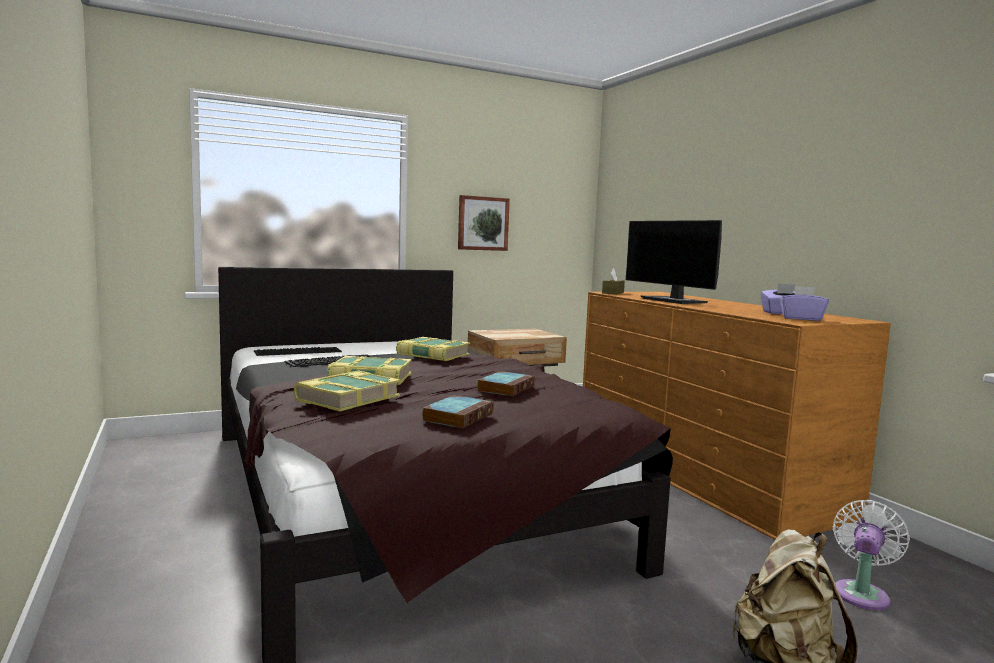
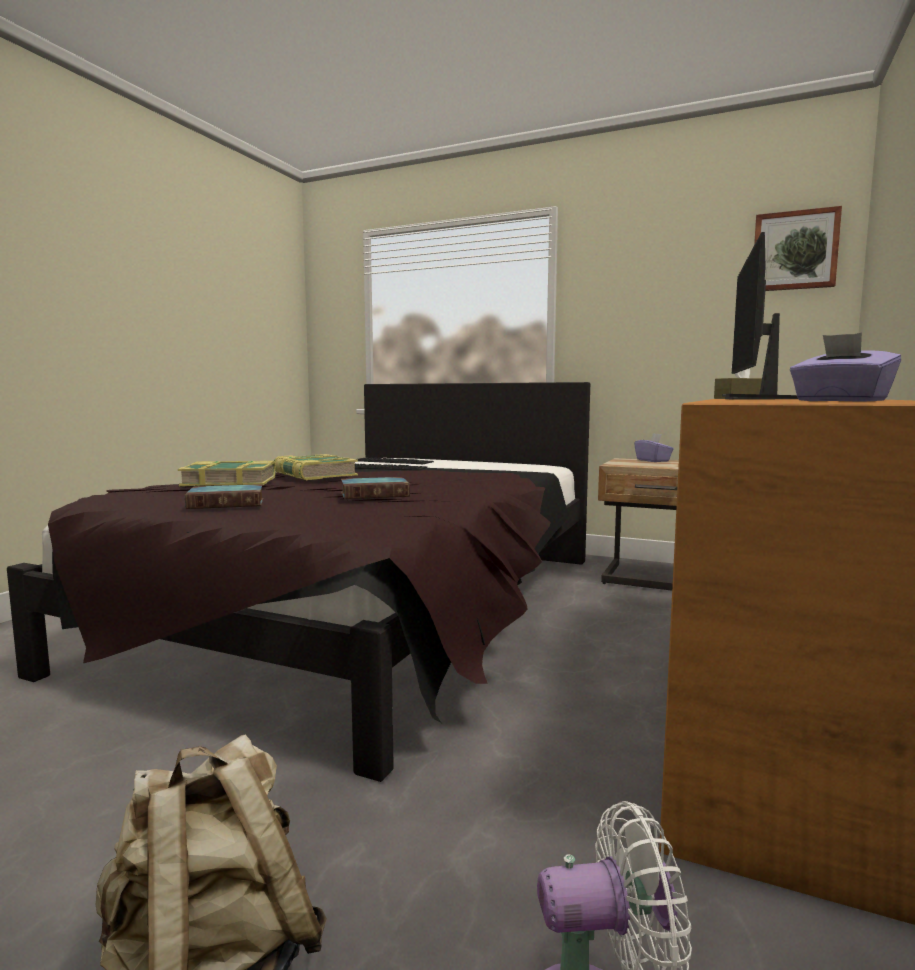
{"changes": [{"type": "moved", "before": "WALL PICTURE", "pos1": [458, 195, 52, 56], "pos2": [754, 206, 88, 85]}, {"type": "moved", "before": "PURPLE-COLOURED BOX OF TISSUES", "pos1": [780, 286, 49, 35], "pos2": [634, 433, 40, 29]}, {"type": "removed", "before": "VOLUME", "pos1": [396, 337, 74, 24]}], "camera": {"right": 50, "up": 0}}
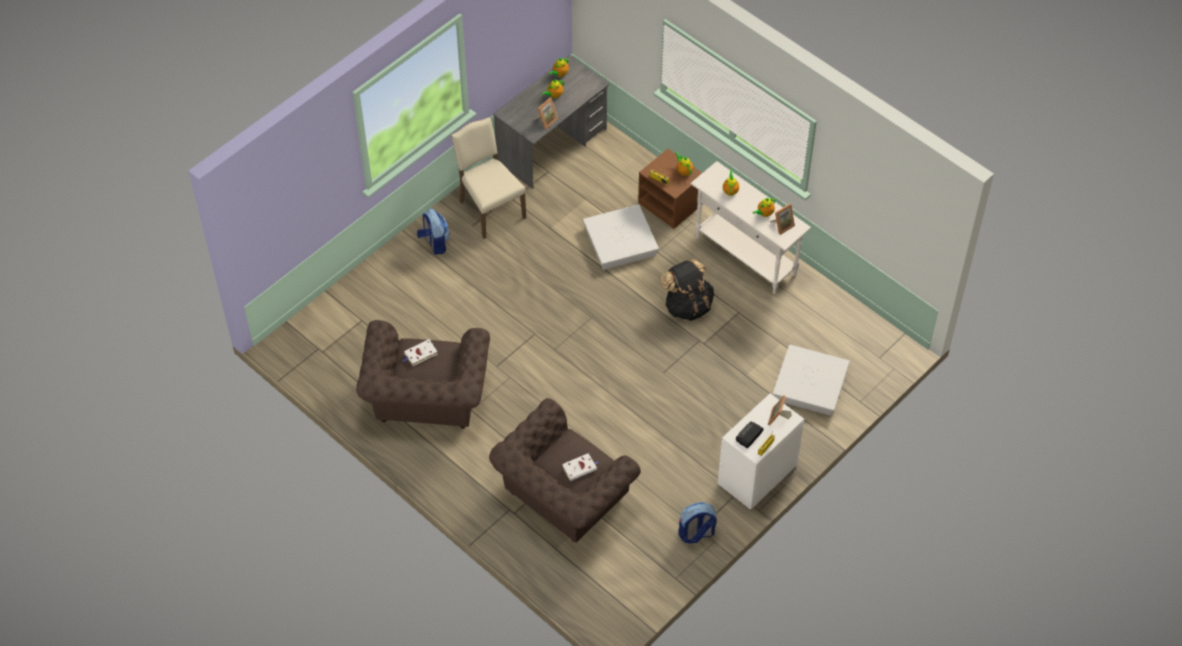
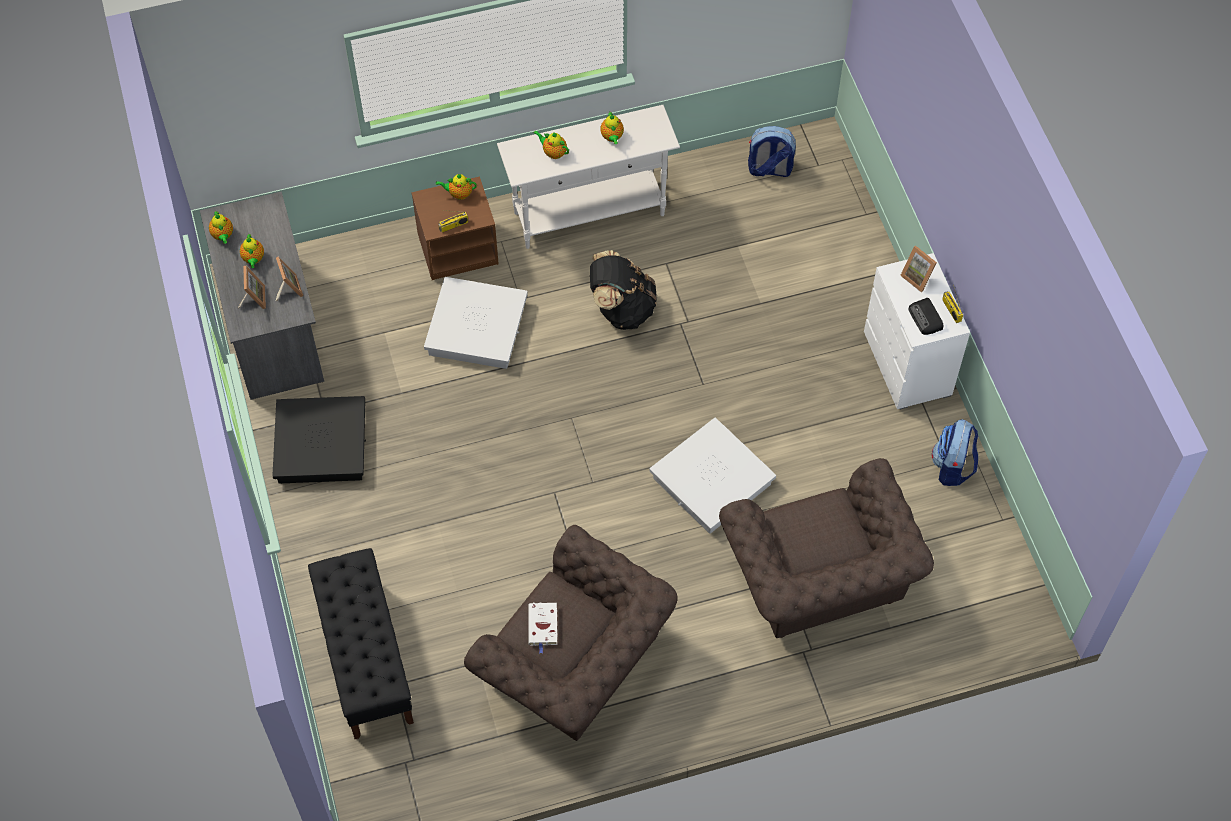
{"changes": [{"type": "replaced", "before": "BEIGE-COLOURED UPRIGHT CHAIR", "after": "BLACKISH STORAGE BOX", "pos1": [451, 117, 75, 122], "pos2": [273, 396, 93, 87]}, {"type": "moved", "before": "PICTURE FRAME", "pos1": [770, 204, 25, 31], "pos2": [238, 266, 28, 43]}, {"type": "moved", "before": "BACKPACK", "pos1": [417, 209, 33, 46], "pos2": [748, 126, 48, 51]}, {"type": "moved", "before": "WHITE-COLOURED STORAGE BOX", "pos1": [773, 344, 77, 72], "pos2": [649, 418, 127, 116]}, {"type": "removed", "before": "WHITE-COLOURED VOLUME", "pos1": [562, 453, 37, 28]}, {"type": "added", "after": "BLACKISH BENCH", "pos2": [308, 548, 106, 191]}], "camera": {"right": -60, "up": 5}}
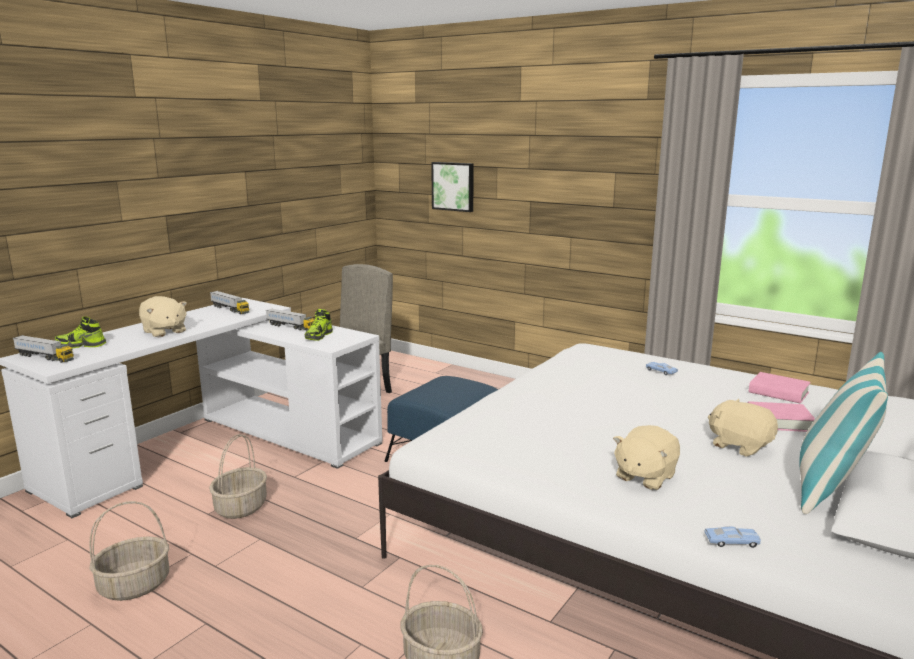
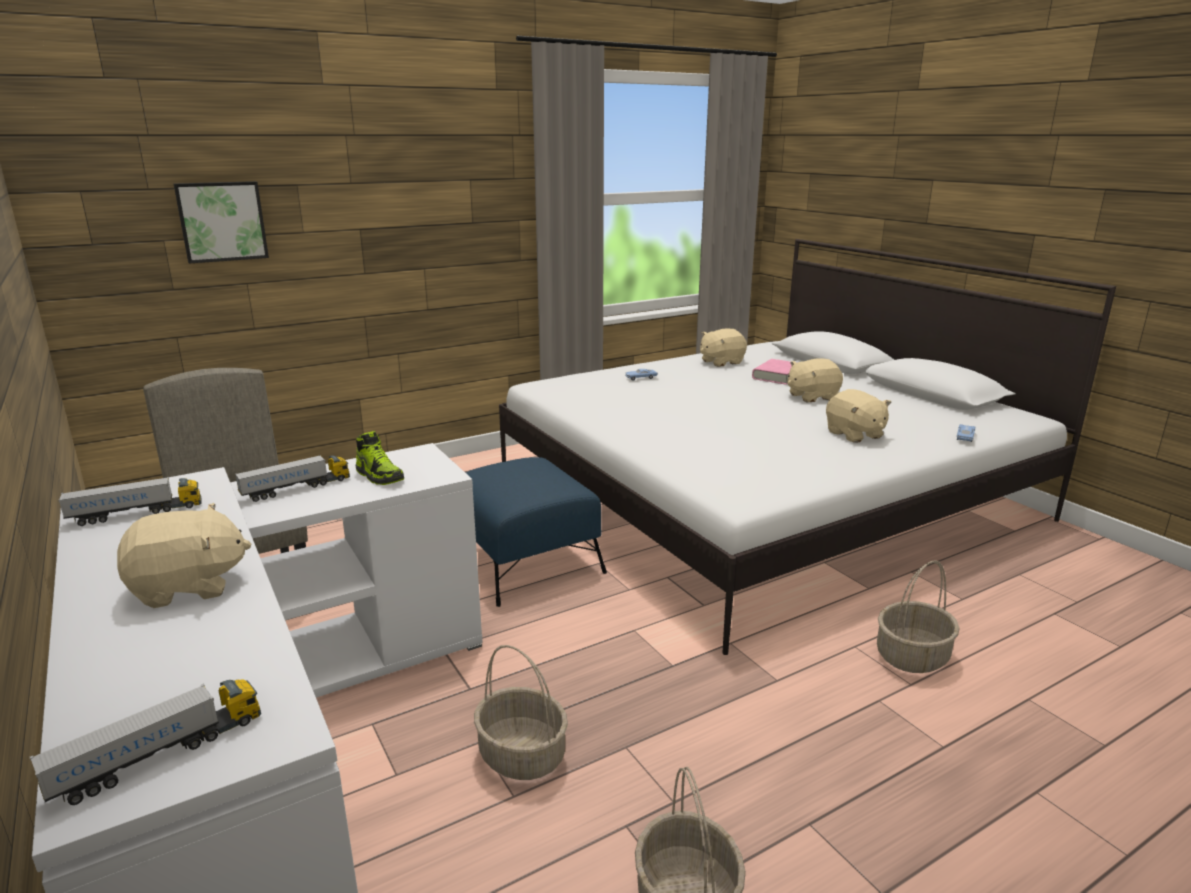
{"changes": [{"type": "removed", "before": "ITEM OF FOOTWEAR", "pos1": [55, 317, 51, 31]}, {"type": "removed", "before": "CUSHION", "pos1": [799, 352, 89, 162]}, {"type": "replaced", "before": "PINK-COLOURED VOLUME", "after": "BEIGE-COLOURED SOFT TOY", "pos1": [749, 372, 62, 31], "pos2": [700, 329, 47, 38]}], "camera": {"right": -65, "up": 5}}
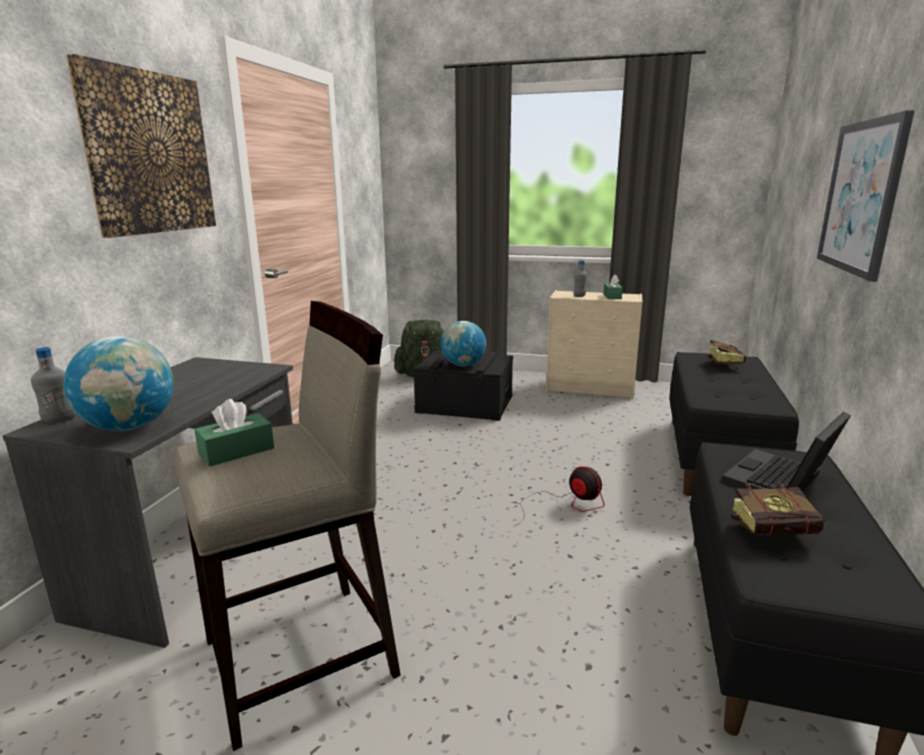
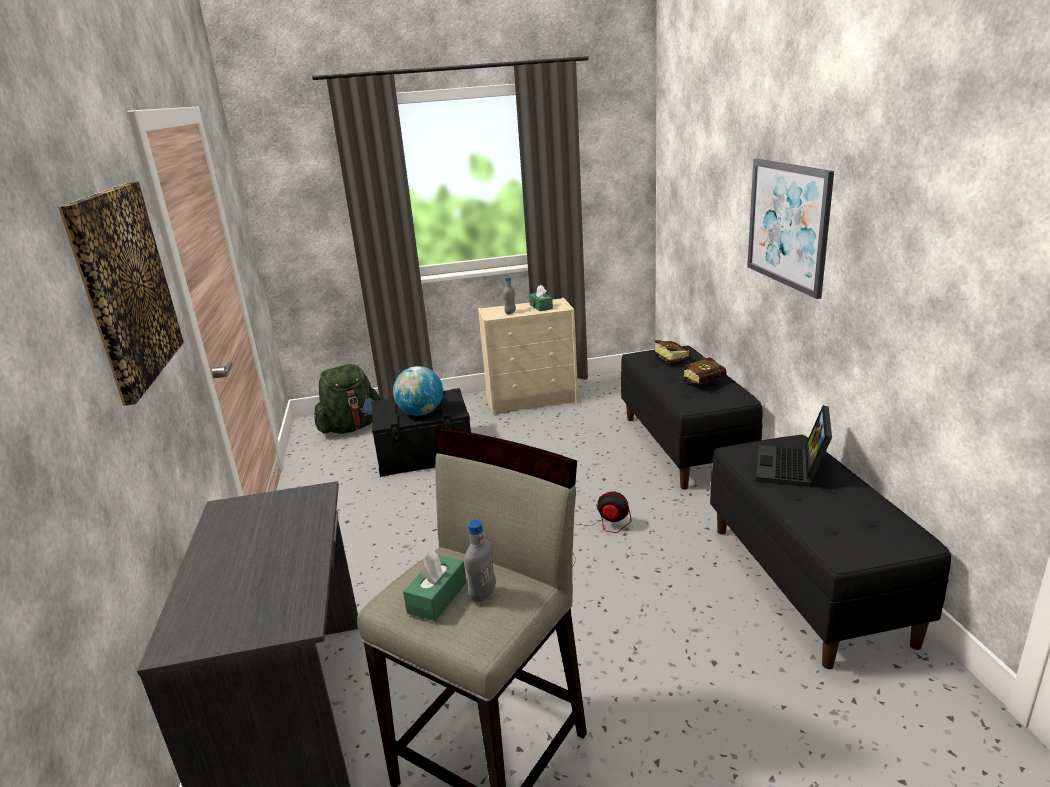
{"changes": [{"type": "removed", "before": "DESK GLOBE", "pos1": [64, 336, 110, 95]}, {"type": "moved", "before": "GRAY BEVERAGE BOTTLE", "pos1": [31, 347, 45, 76], "pos2": [464, 520, 32, 82]}, {"type": "moved", "before": "VOLUME", "pos1": [731, 483, 93, 52], "pos2": [684, 357, 43, 27]}], "camera": {"right": -25, "up": 5}}
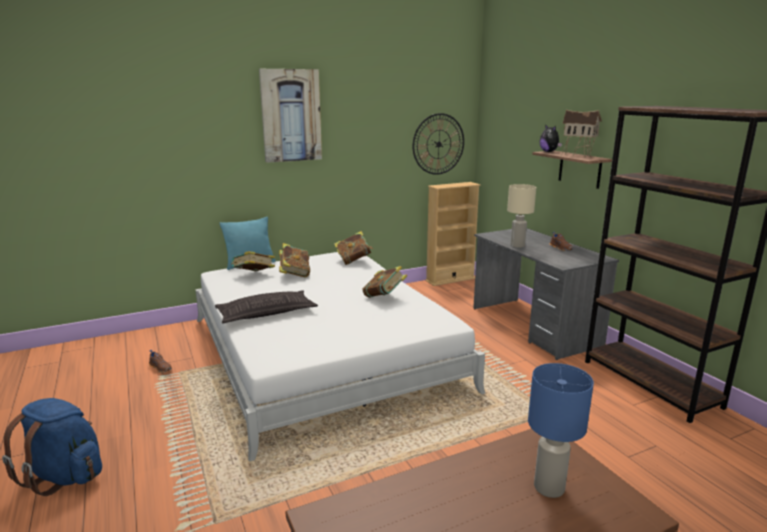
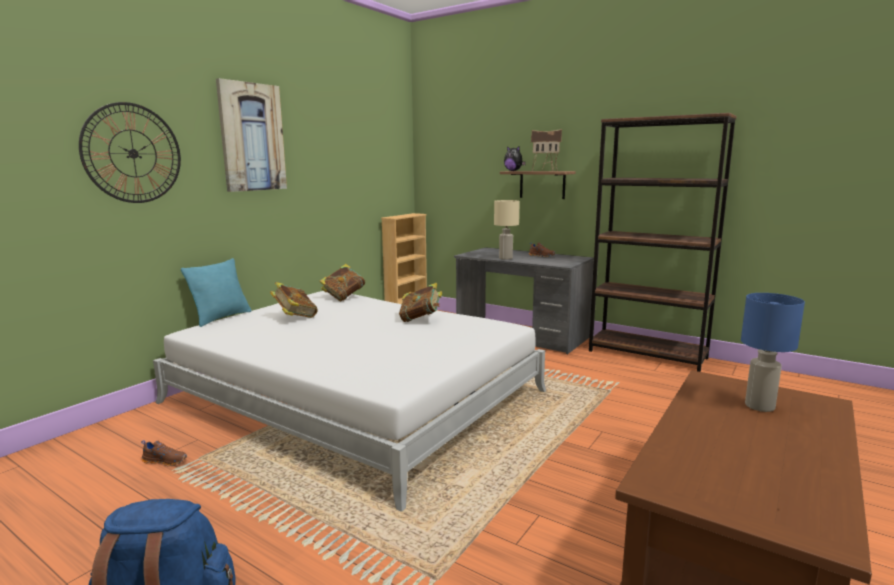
{"changes": [{"type": "moved", "before": "WALL CLOCK", "pos1": [413, 113, 51, 62], "pos2": [79, 102, 102, 101]}, {"type": "removed", "before": "VOLUME", "pos1": [232, 251, 43, 20]}, {"type": "removed", "before": "CUSHION", "pos1": [215, 290, 103, 33]}], "camera": {"right": -30, "up": -5}}
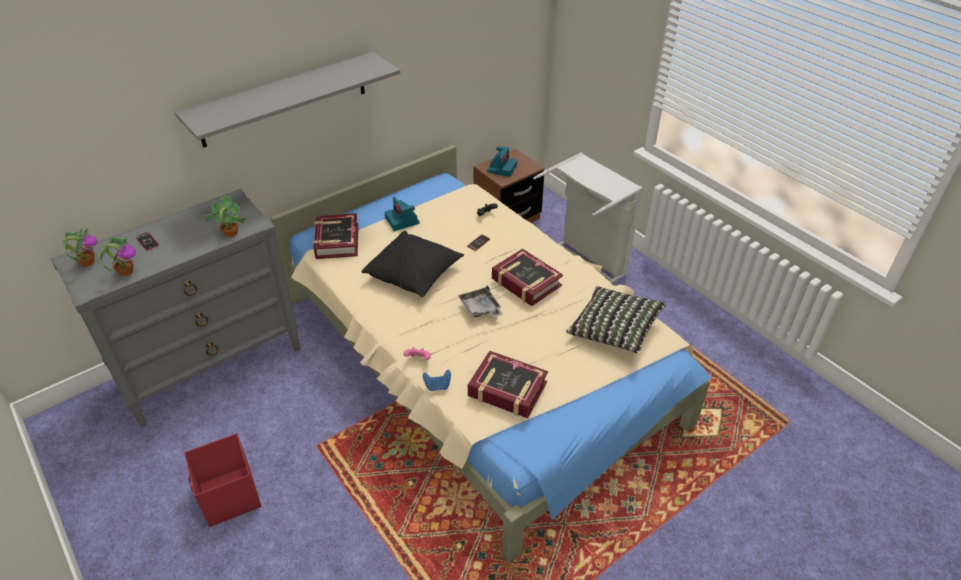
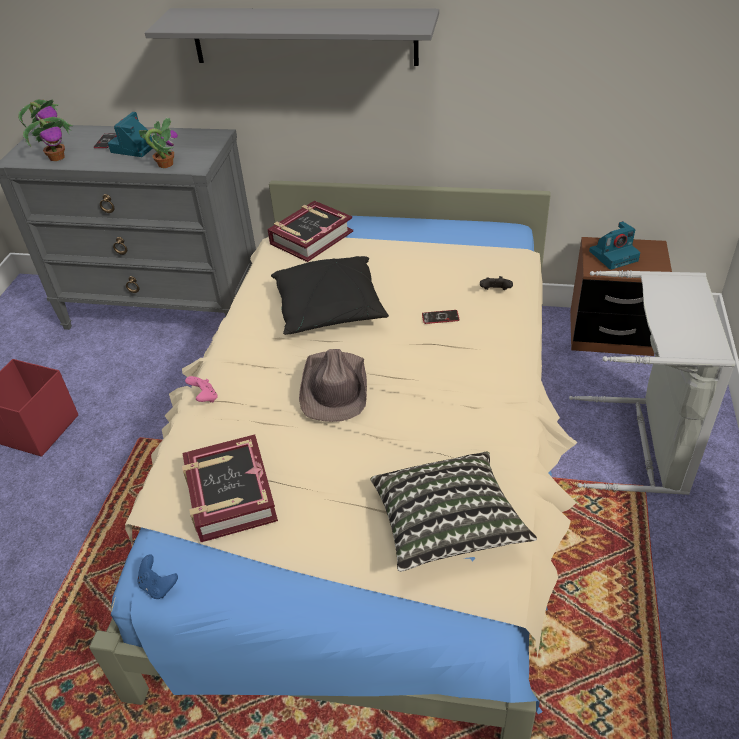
{"changes": [{"type": "moved", "before": "STILL CAMERA", "pos1": [384, 197, 36, 34], "pos2": [108, 112, 51, 45]}, {"type": "removed", "before": "VOLUME", "pos1": [492, 249, 71, 57]}, {"type": "replaced", "before": "GRAY CARRYING TRAY", "after": "BROWN CLOTHING HAT", "pos1": [458, 285, 44, 33], "pos2": [299, 349, 68, 73]}, {"type": "moved", "before": "BLUE JOYPAD", "pos1": [423, 370, 28, 21], "pos2": [137, 555, 41, 44]}], "camera": {"right": 50, "up": 0}}
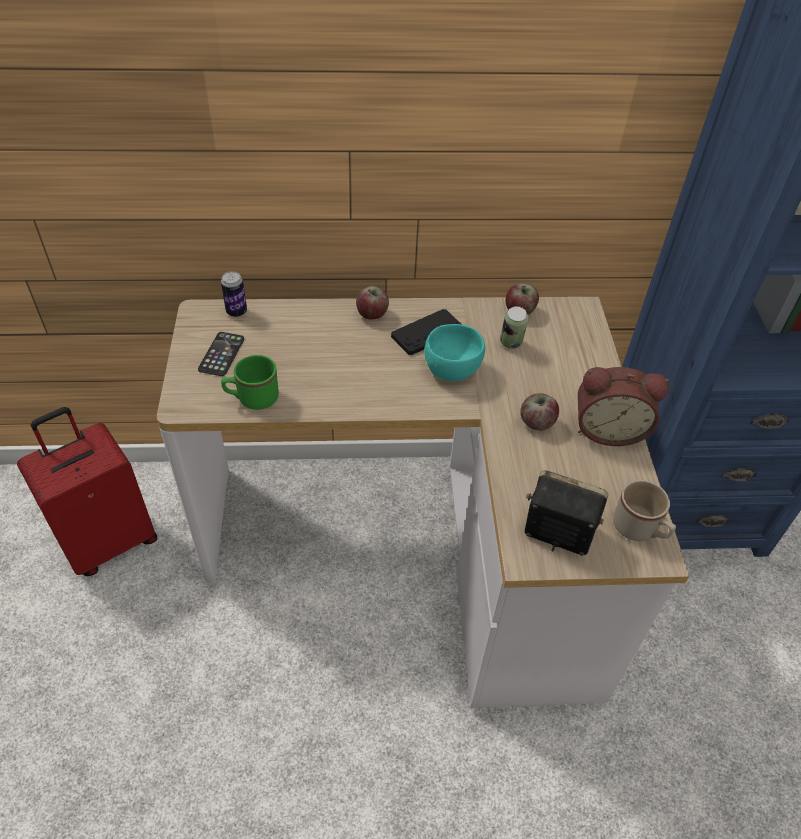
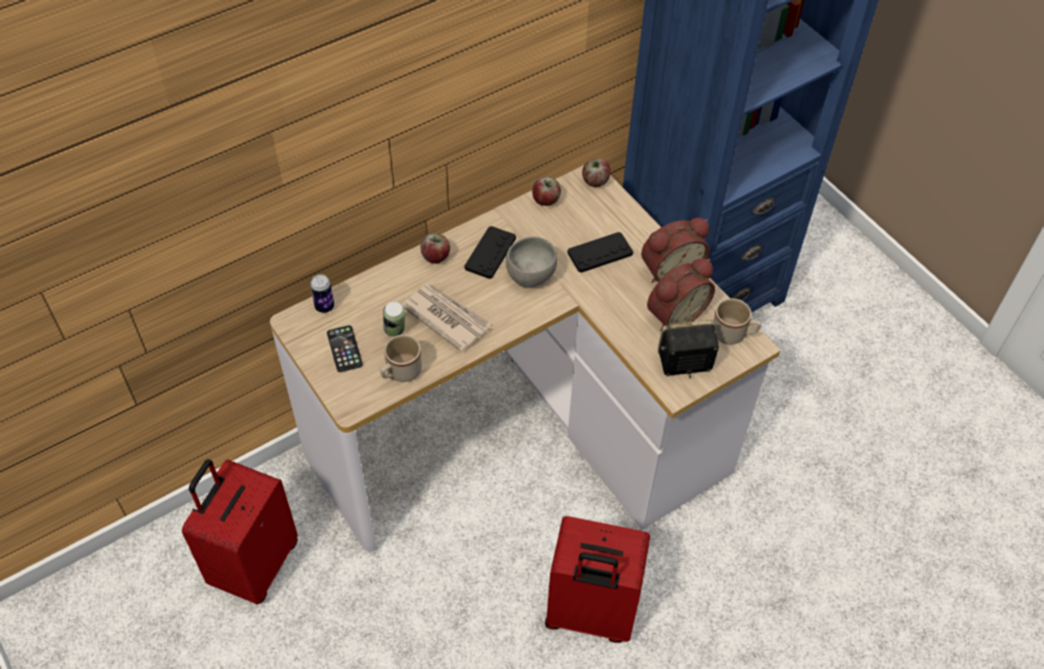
{"changes": [{"type": "moved", "before": "CAN", "pos1": [500, 306, 28, 43], "pos2": [383, 301, 22, 36]}, {"type": "recoloured", "before": "TURQUOISE-COLOURED BOWL", "after": "GRAY BOWL", "pos1": [424, 324, 61, 57], "pos2": [506, 236, 51, 51]}, {"type": "recoloured", "before": "GREENISH TEA MUG", "after": "BEIGE-COLOURED TEA MUG", "pos1": [221, 355, 58, 55], "pos2": [380, 335, 42, 47]}, {"type": "moved", "before": "APPLE FRUIT", "pos1": [520, 393, 39, 38], "pos2": [582, 159, 29, 28]}, {"type": "added", "after": "BLACKISH JOYPAD", "pos2": [567, 232, 66, 41]}, {"type": "added", "after": "TABLE CLOCK", "pos2": [647, 258, 68, 73]}, {"type": "added", "after": "NEWSPAPER", "pos2": [402, 283, 89, 69]}, {"type": "added", "after": "RED-COLOURED SUITCASE", "pos2": [545, 516, 105, 127]}], "camera": {"right": -30, "up": 5}}
